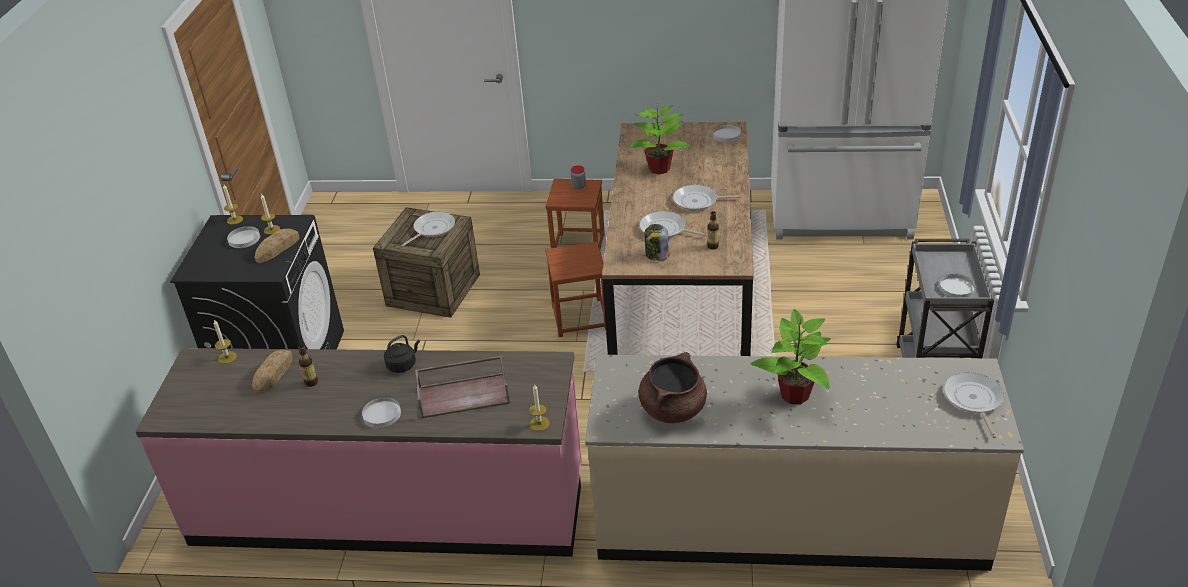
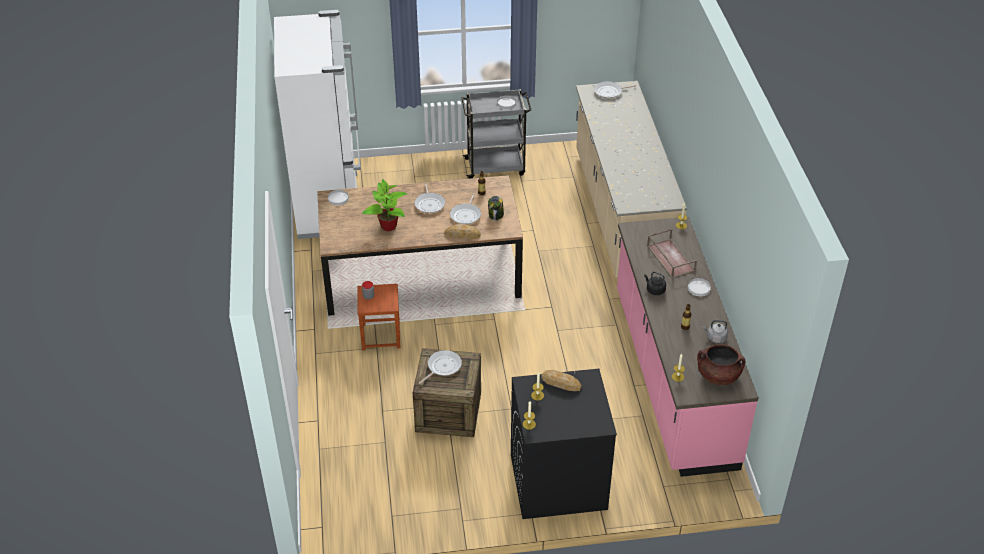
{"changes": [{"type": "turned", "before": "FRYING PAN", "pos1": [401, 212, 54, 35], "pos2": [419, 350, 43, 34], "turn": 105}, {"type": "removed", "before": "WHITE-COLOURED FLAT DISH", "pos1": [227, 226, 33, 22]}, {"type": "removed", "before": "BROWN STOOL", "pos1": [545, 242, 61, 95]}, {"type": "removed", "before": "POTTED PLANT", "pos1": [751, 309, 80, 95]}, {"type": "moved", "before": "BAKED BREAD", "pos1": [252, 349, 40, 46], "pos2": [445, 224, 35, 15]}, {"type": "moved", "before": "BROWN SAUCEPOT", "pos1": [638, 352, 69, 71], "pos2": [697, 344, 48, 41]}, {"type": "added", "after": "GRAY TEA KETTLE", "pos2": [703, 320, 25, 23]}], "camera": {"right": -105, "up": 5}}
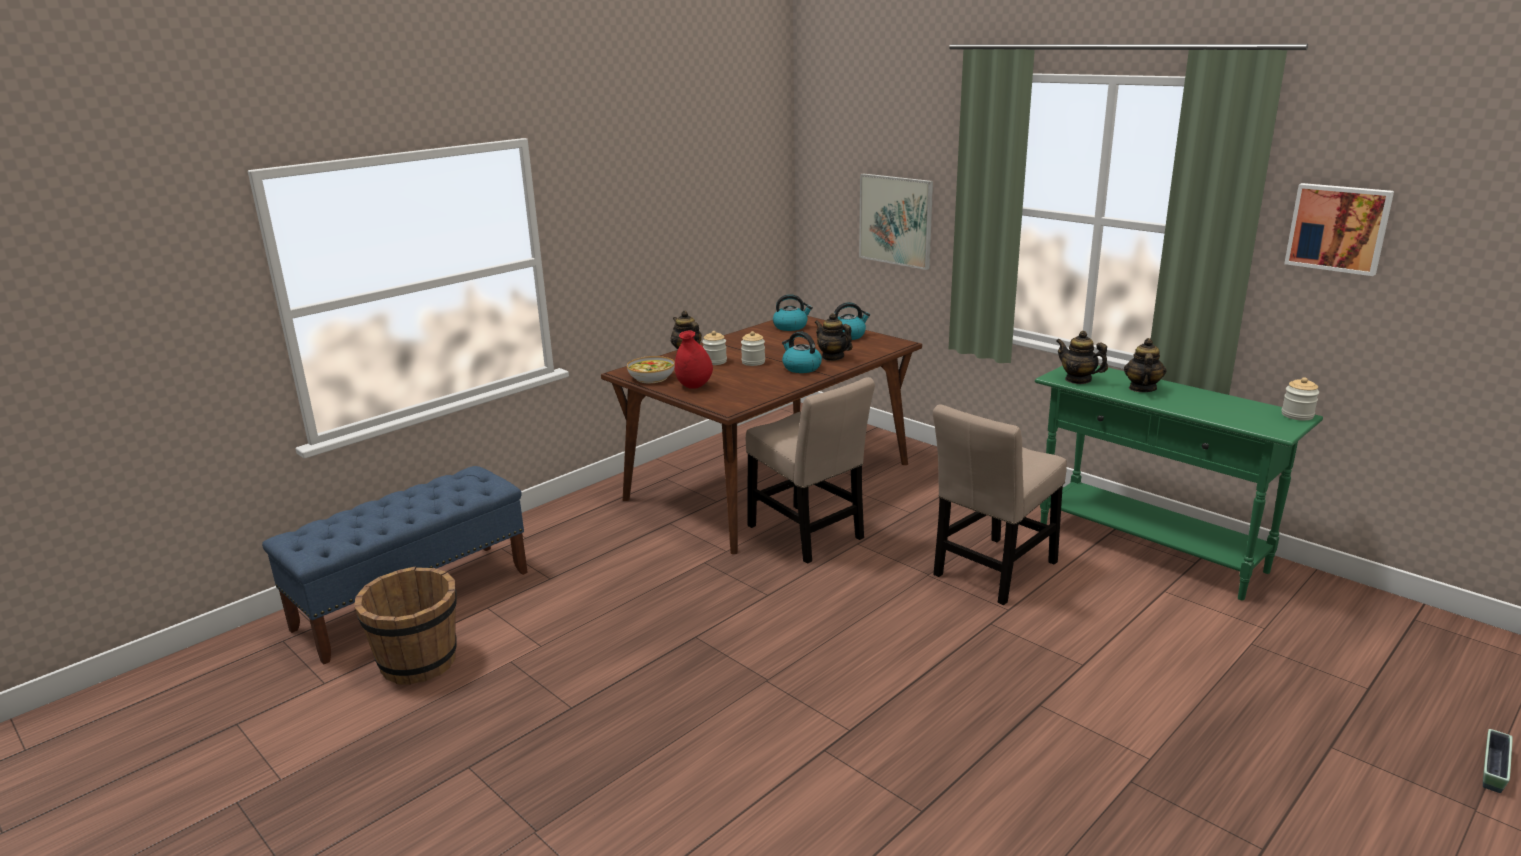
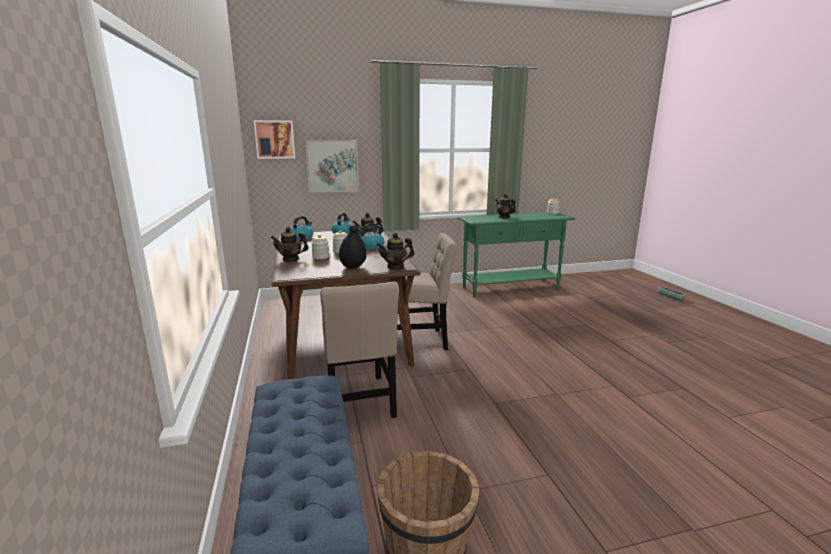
{"changes": [{"type": "moved", "before": "WALL PICTURE", "pos1": [1284, 183, 110, 93], "pos2": [253, 120, 42, 39]}, {"type": "recoloured", "before": "RED-COLOURED VASE", "after": "BLACKISH VASE", "pos1": [675, 330, 38, 59], "pos2": [339, 226, 28, 43]}, {"type": "moved", "before": "TEAPOT", "pos1": [1056, 331, 52, 53], "pos2": [377, 233, 37, 37]}, {"type": "removed", "before": "BOWL", "pos1": [627, 356, 48, 27]}, {"type": "moved", "before": "BEIGE-COLOURED UPRIGHT CHAIR", "pos1": [933, 405, 134, 200], "pos2": [320, 282, 79, 136]}], "camera": {"right": -60, "up": -5}}
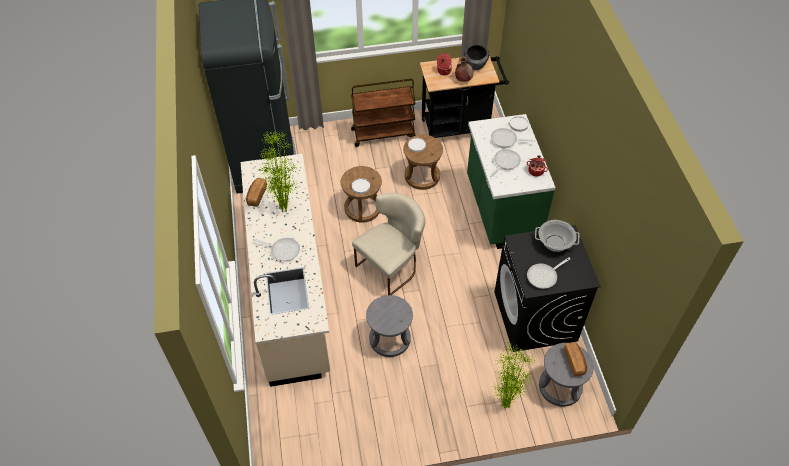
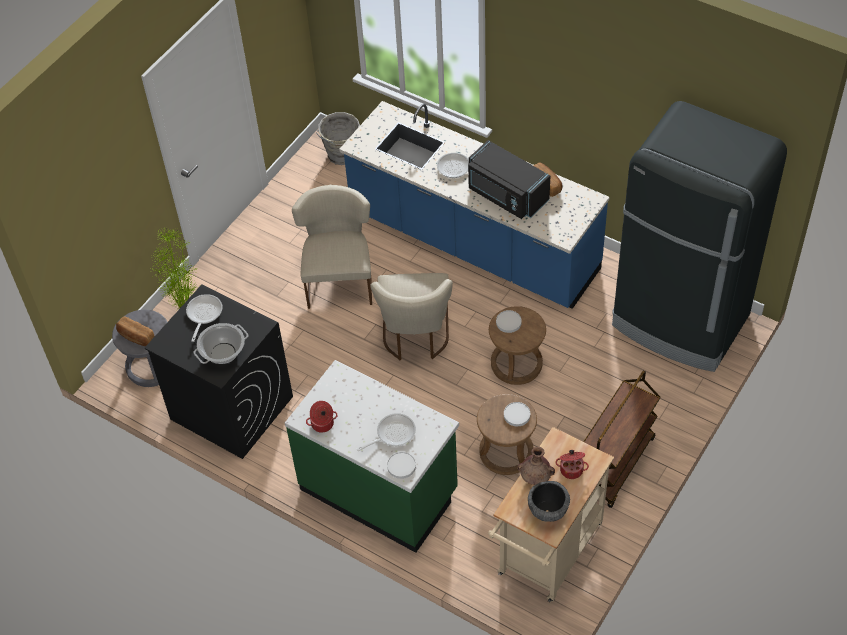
{"changes": [{"type": "recoloured", "before": "BLACKISH TROLLEY", "after": "BEIGE-COLOURED TROLLEY", "pos1": [420, 56, 89, 82], "pos2": [488, 427, 126, 175]}, {"type": "replaced", "before": "POTTED PLANT", "after": "BLACKISH MICROWAVE", "pos1": [258, 131, 41, 81], "pos2": [468, 140, 82, 79]}, {"type": "removed", "before": "FRYING PAN", "pos1": [490, 149, 31, 28]}, {"type": "recoloured", "before": "BEIGE-COLOURED KITCHEN BASE UNIT", "after": "BLUE KITCHEN BASE UNIT", "pos1": [241, 154, 89, 233], "pos2": [339, 101, 270, 208]}, {"type": "replaced", "before": "GRAY STOOL", "after": "BEIGE-COLOURED UPRIGHT CHAIR", "pos1": [366, 295, 47, 62], "pos2": [292, 184, 80, 125]}, {"type": "added", "after": "GRAY PAIL", "pos2": [316, 112, 44, 53]}], "camera": {"right": 135, "up": 0}}
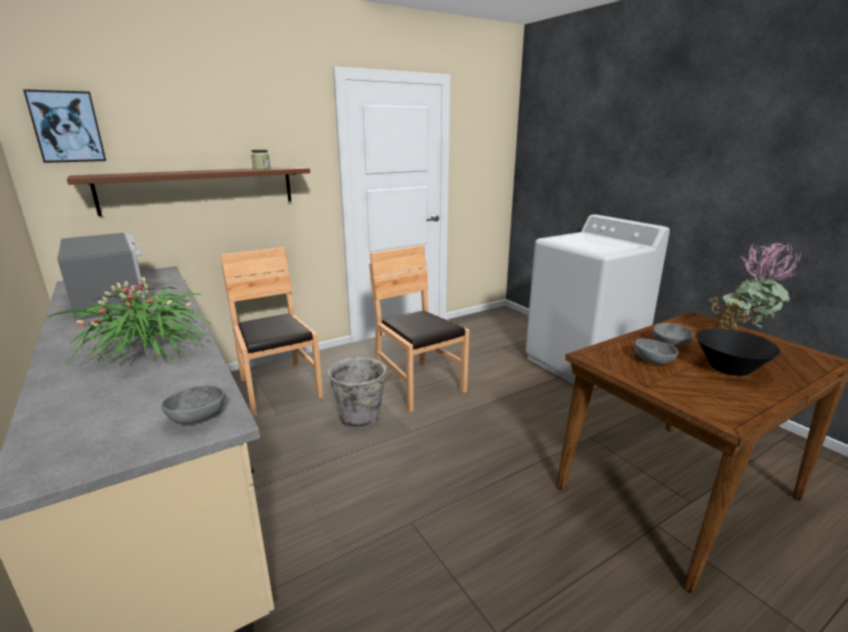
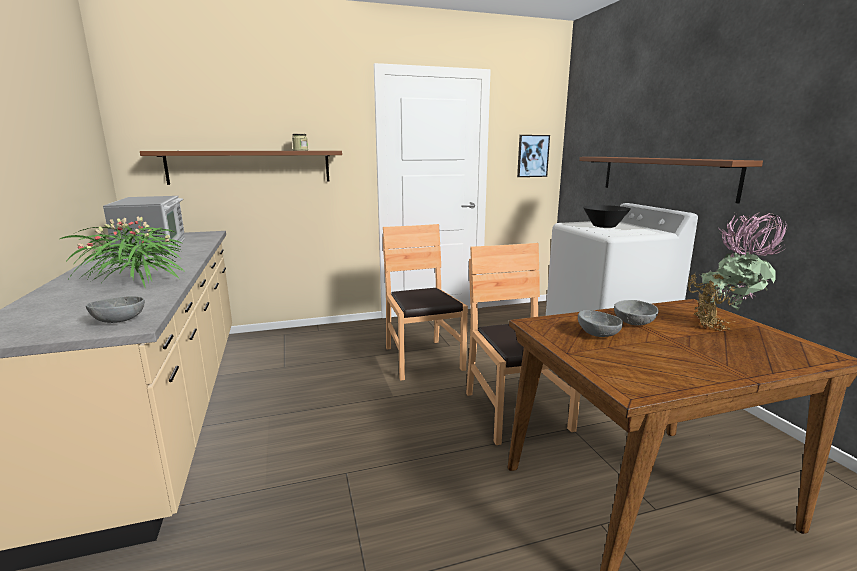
{"changes": [{"type": "moved", "before": "WALL PICTURE", "pos1": [23, 89, 83, 74], "pos2": [517, 135, 33, 42]}, {"type": "moved", "before": "BROWN UPRIGHT CHAIR", "pos1": [221, 247, 102, 169], "pos2": [466, 243, 114, 202]}, {"type": "moved", "before": "BLACKISH BOWL", "pos1": [696, 328, 84, 48], "pos2": [583, 205, 48, 23]}, {"type": "removed", "before": "GRAY PAIL", "pos1": [327, 357, 65, 72]}, {"type": "added", "after": "BROWN WALL SHELF", "pos2": [579, 157, 184, 46]}], "camera": {"right": 15, "up": -5}}
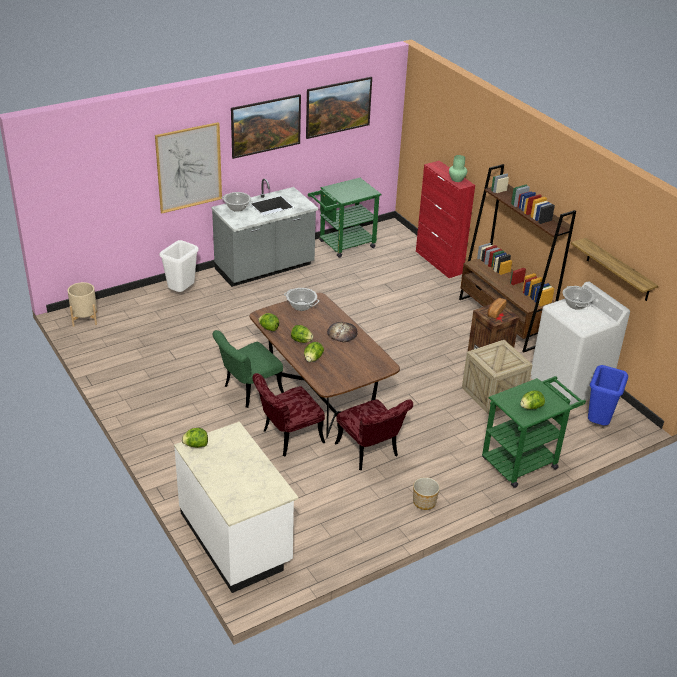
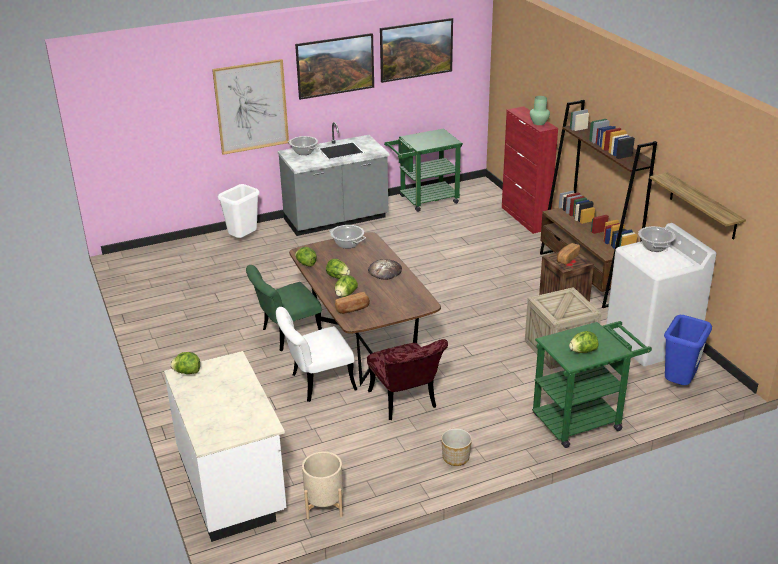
{"changes": [{"type": "moved", "before": "BEIGE-COLOURED PLANT POT", "pos1": [68, 282, 29, 45], "pos2": [302, 452, 41, 67]}, {"type": "recoloured", "before": "RED-COLOURED UPRIGHT CHAIR", "after": "WHITE-COLOURED UPRIGHT CHAIR", "pos1": [252, 373, 73, 83], "pos2": [276, 307, 81, 95]}, {"type": "added", "after": "BAKED BREAD", "pos2": [335, 292, 35, 22]}], "camera": {"right": 10, "up": -5}}
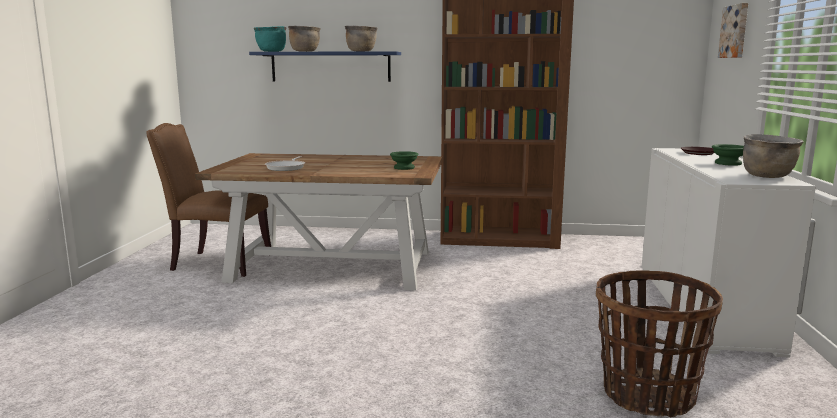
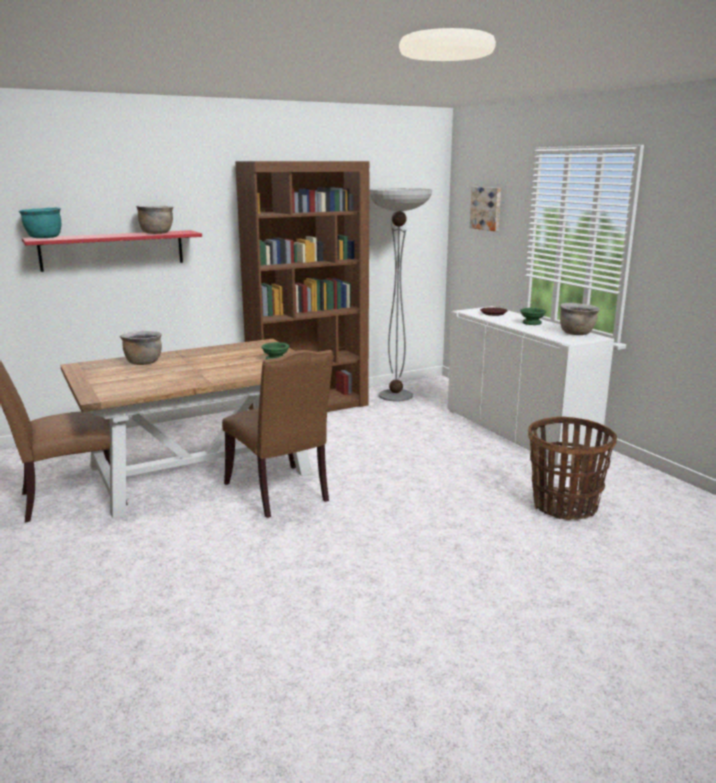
{"changes": [{"type": "moved", "before": "BROWN SAUCEPOT", "pos1": [288, 26, 33, 26], "pos2": [120, 331, 42, 34]}, {"type": "recoloured", "before": "BLUE WALL SHELF", "after": "RED-COLOURED WALL SHELF", "pos1": [249, 51, 152, 31], "pos2": [22, 230, 180, 42]}, {"type": "removed", "before": "FRYING PAN", "pos1": [265, 156, 40, 15]}, {"type": "added", "after": "STANDING LAMP", "pos2": [369, 188, 63, 213]}, {"type": "added", "after": "BROWN UPRIGHT CHAIR", "pos2": [222, 350, 112, 168]}], "camera": {"right": -35, "up": 5}}
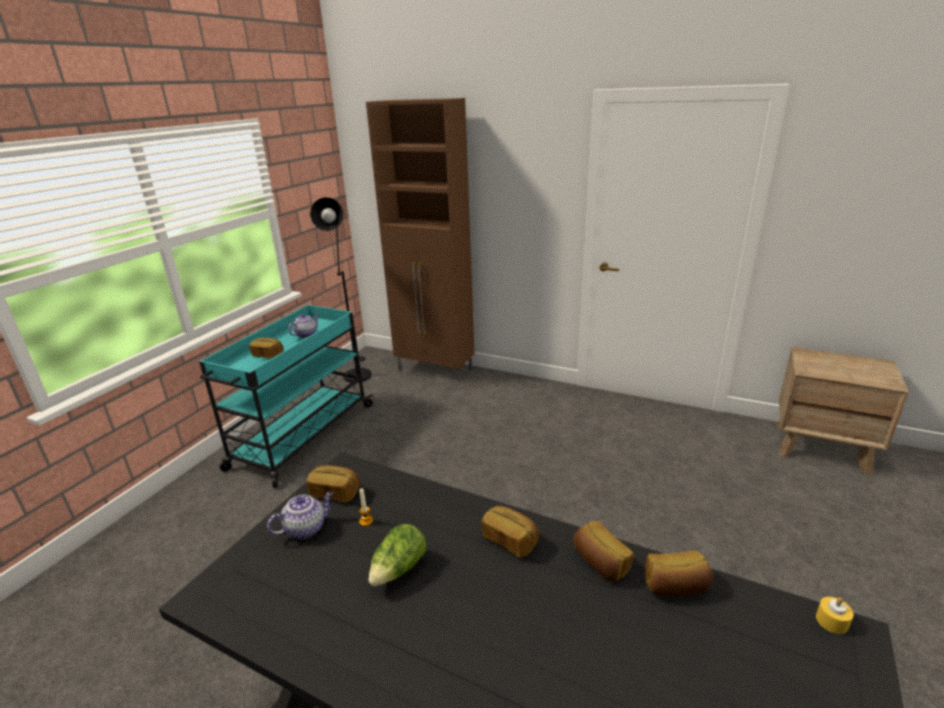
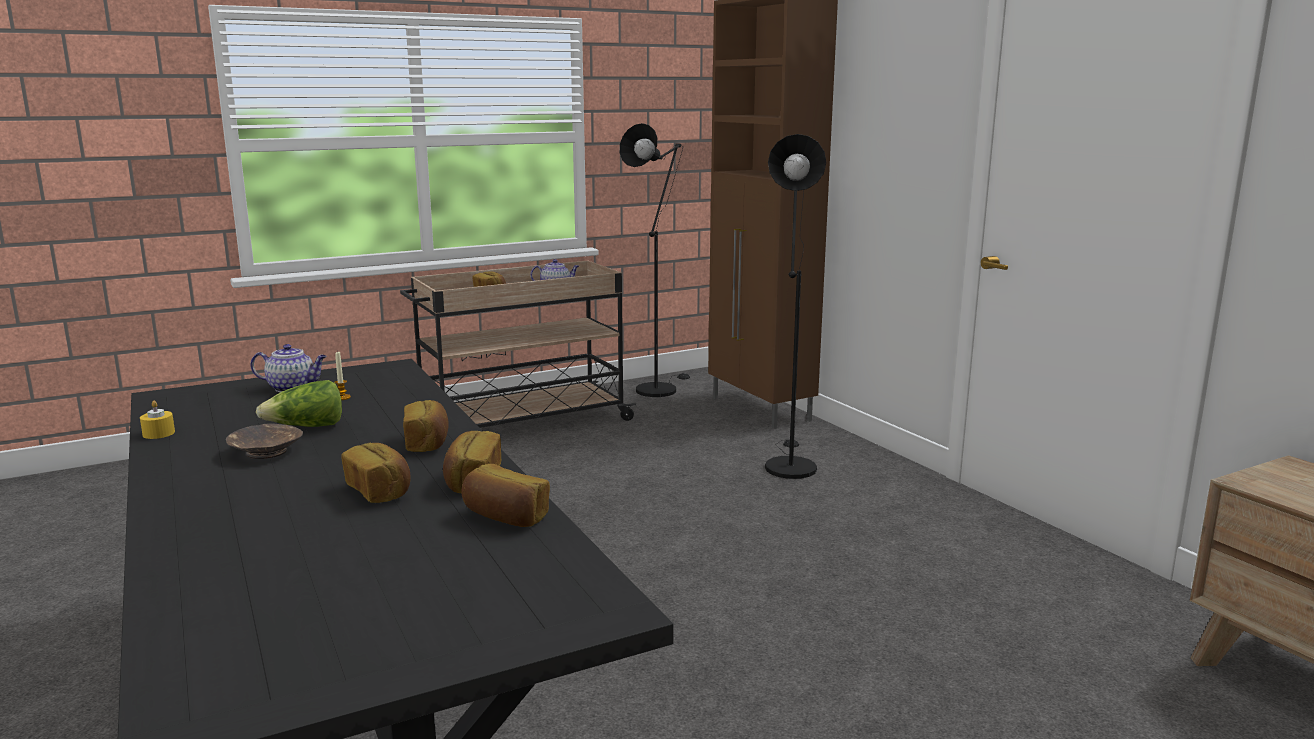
{"changes": [{"type": "recoloured", "before": "TURQUOISE-COLOURED TROLLEY", "after": "BEIGE-COLOURED TROLLEY", "pos1": [199, 305, 174, 183], "pos2": [400, 261, 236, 167]}, {"type": "moved", "before": "BAKED BREAD", "pos1": [306, 465, 54, 37], "pos2": [341, 443, 70, 60]}, {"type": "moved", "before": "YELLOWISH WAX LIGHT", "pos1": [816, 597, 38, 37], "pos2": [140, 401, 35, 38]}, {"type": "added", "after": "BLACKISH STANDING LAMP", "pos2": [765, 134, 61, 345]}, {"type": "added", "after": "BROWN BOWL", "pos2": [226, 423, 77, 36]}], "camera": {"right": 35, "up": -10}}
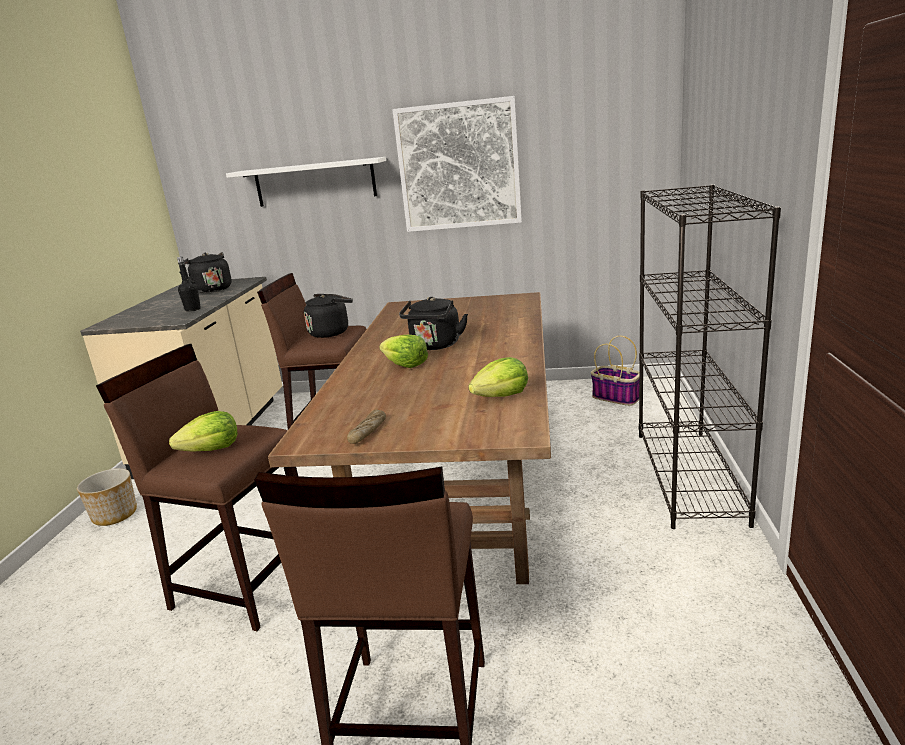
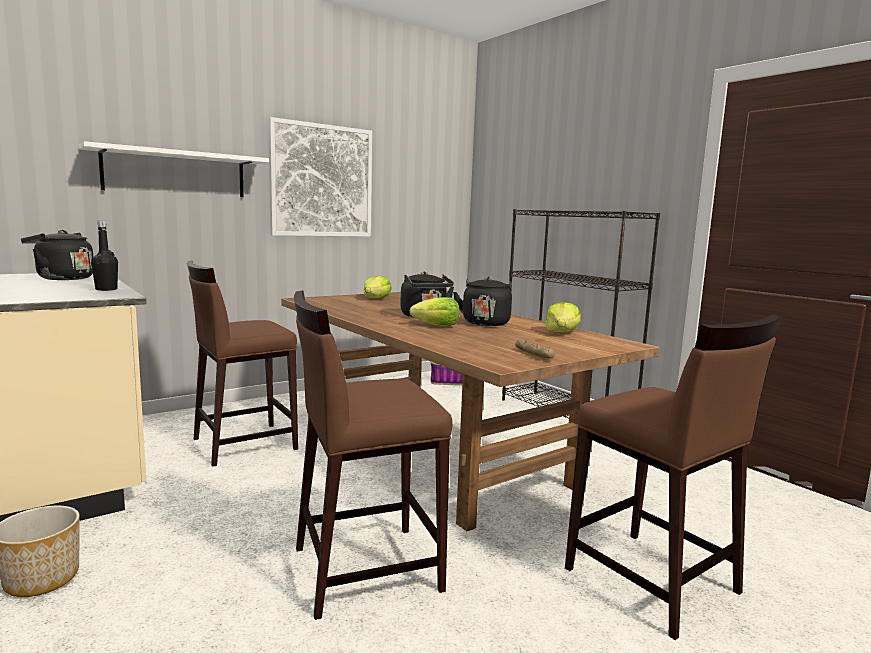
{"changes": [{"type": "moved", "before": "BLACKISH TEA KETTLE", "pos1": [304, 294, 49, 44], "pos2": [453, 277, 59, 49]}, {"type": "moved", "before": "HEAD OF LETTUCE", "pos1": [169, 411, 68, 41], "pos2": [363, 276, 29, 22]}], "camera": {"right": -45, "up": -10}}
